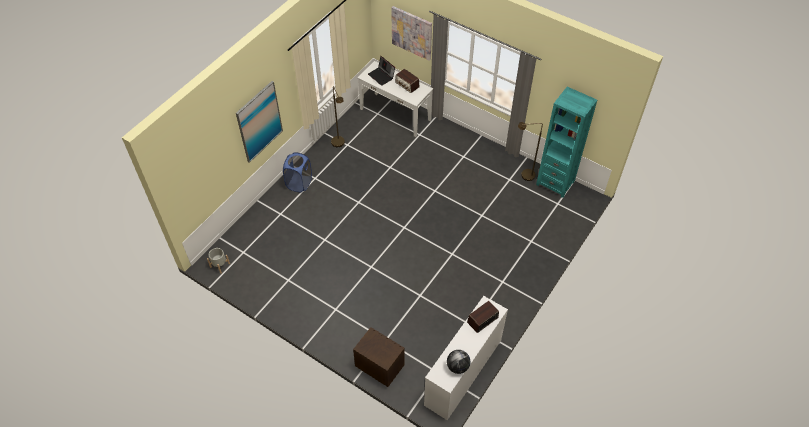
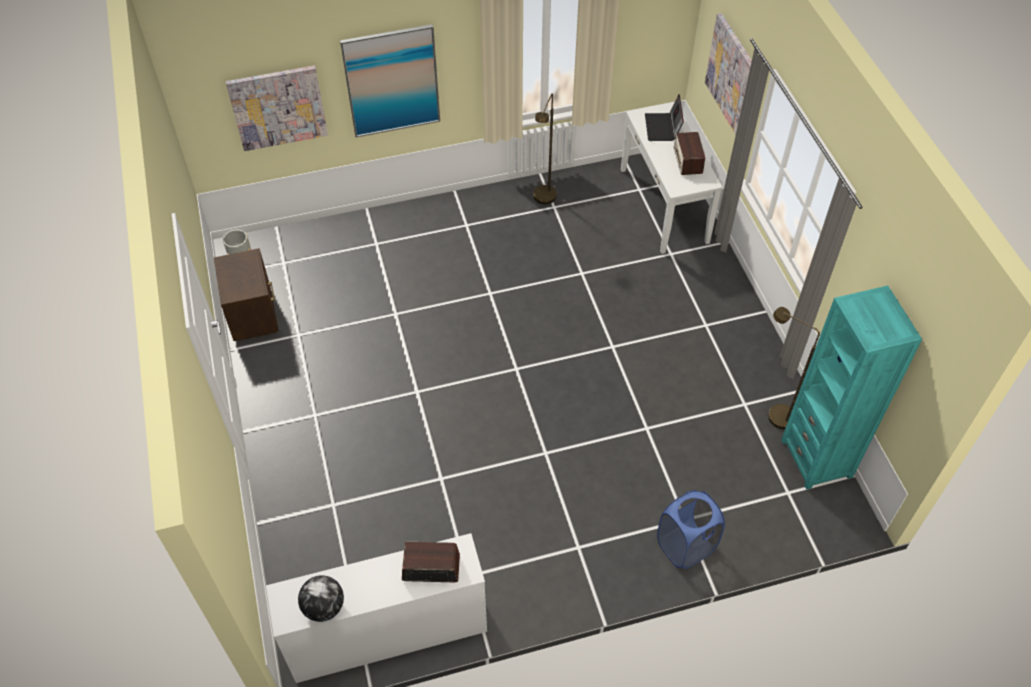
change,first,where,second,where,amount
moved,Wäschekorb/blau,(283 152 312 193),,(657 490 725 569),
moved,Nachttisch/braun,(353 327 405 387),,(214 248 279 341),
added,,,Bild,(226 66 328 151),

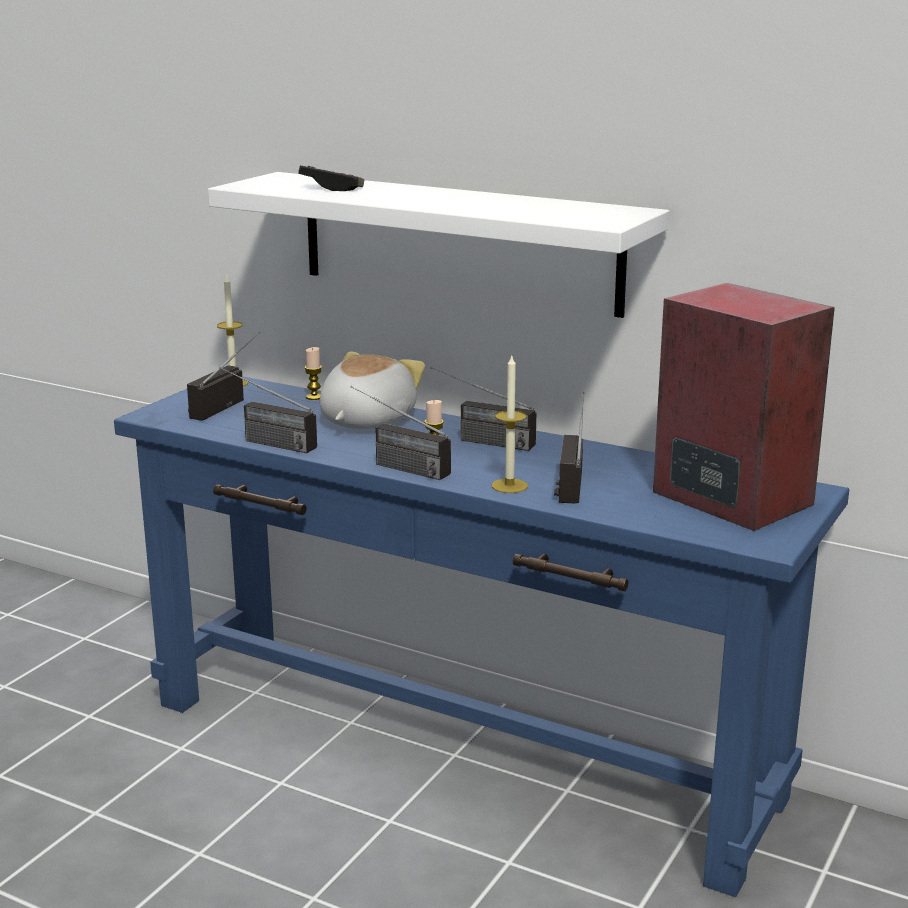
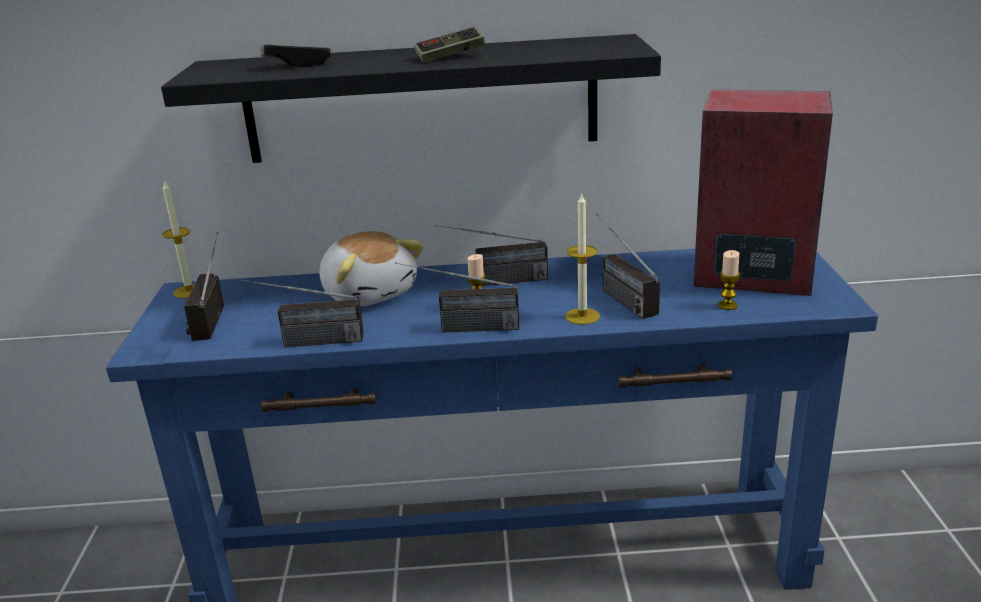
change,first,where,second,where,amount
recoloured,Wandregal/weiß,(208 172 670 318),Wandregal/schwarz,(161 34 661 163),
moved,Kerze,(304 347 322 400),,(718 250 740 310),
turned,Plüschtier,(320 351 425 429),,(320 231 424 306),150 degrees clockwise
added,,,Gamepad,(414 27 485 63),

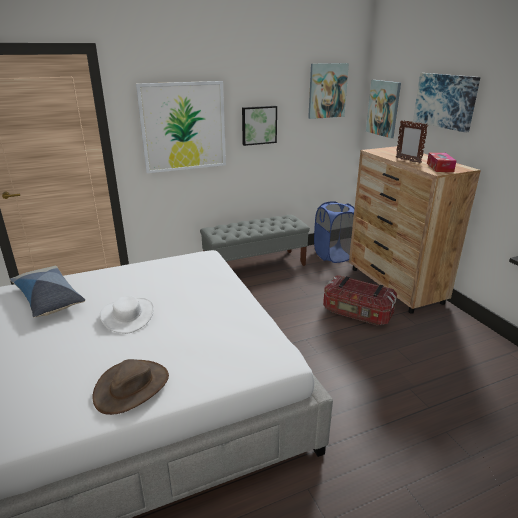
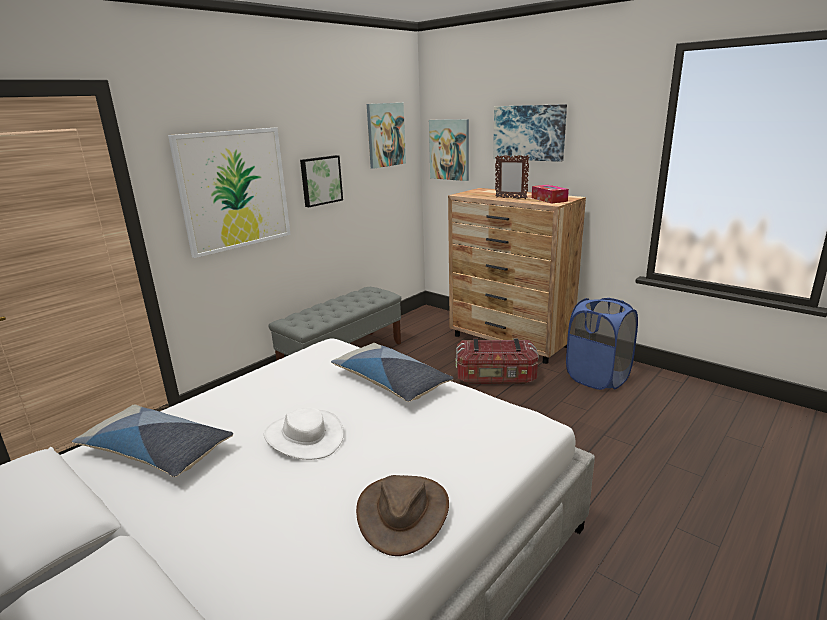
change,first,where,second,where,amount
moved,Wäschekorb/blau,(314 201 355 263),,(566 298 638 390),
added,,,Kissen,(331 343 453 402),

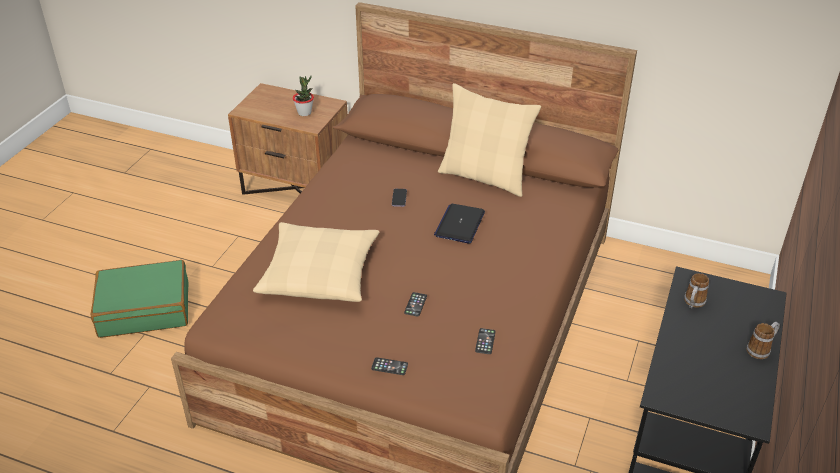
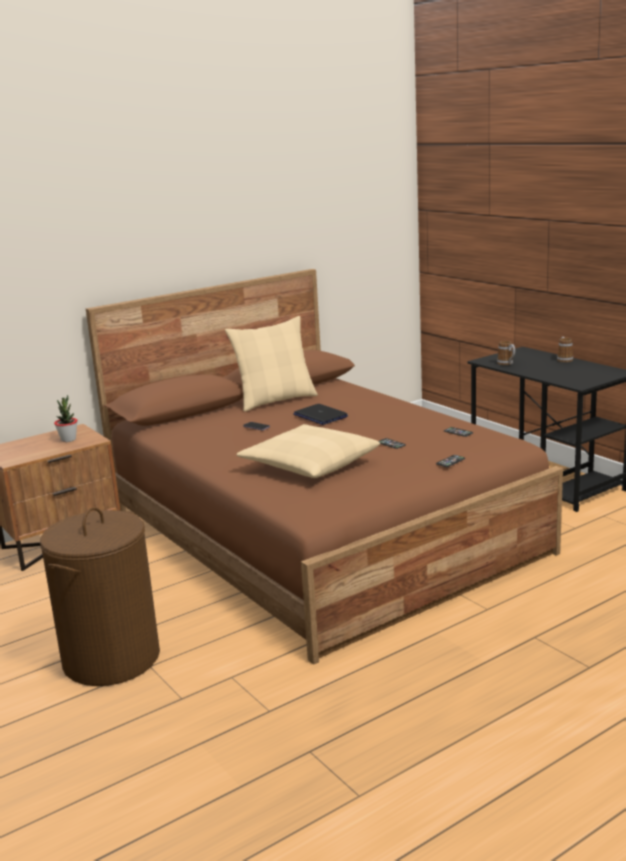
change,first,where,second,where,amount
replaced,Koffer/grün,(91 260 188 338),Wäschekorb/braun,(40 507 160 686),

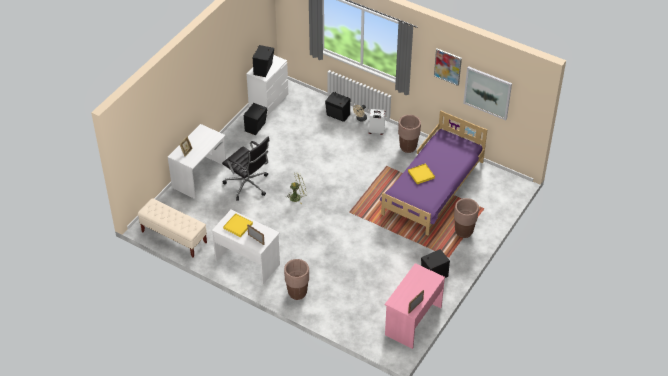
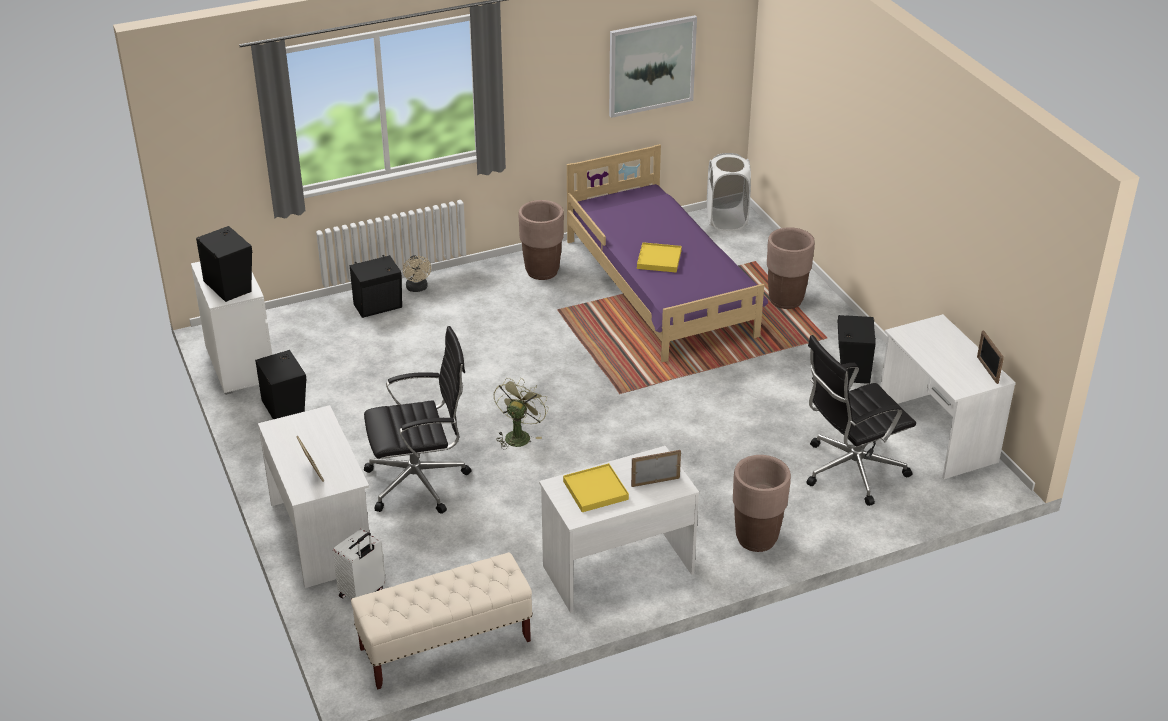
change,first,where,second,where,amount
moved,Koffer/weiß,(369 109 385 135),,(333 529 386 599),
recoloured,Schreibtisch/rosa,(385 263 445 349),Schreibtisch/weiß,(880 314 1016 479),
removed,Bild,(434 49 462 86),,,
added,,,Wäschekorb/weiß,(707 153 751 231),
added,,,Bürostuhl/schwarz,(806 335 916 506),

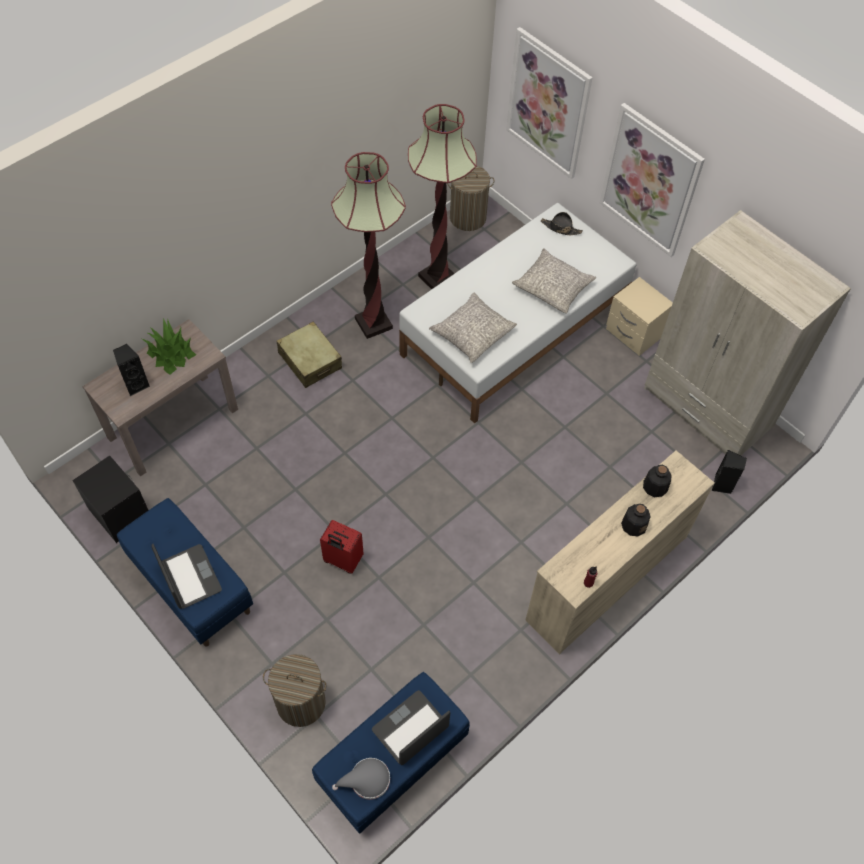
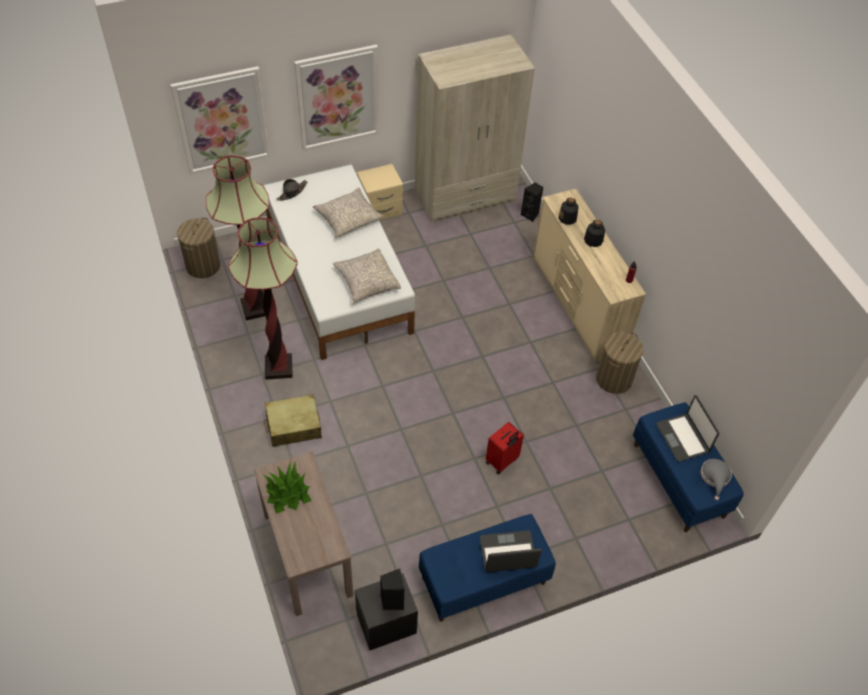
change,first,where,second,where,amount
moved,Lautsprecher/schwarz,(113 344 150 396),,(380 569 404 610),
moved,Wäschekorb,(263 654 326 727),,(596 332 643 394),

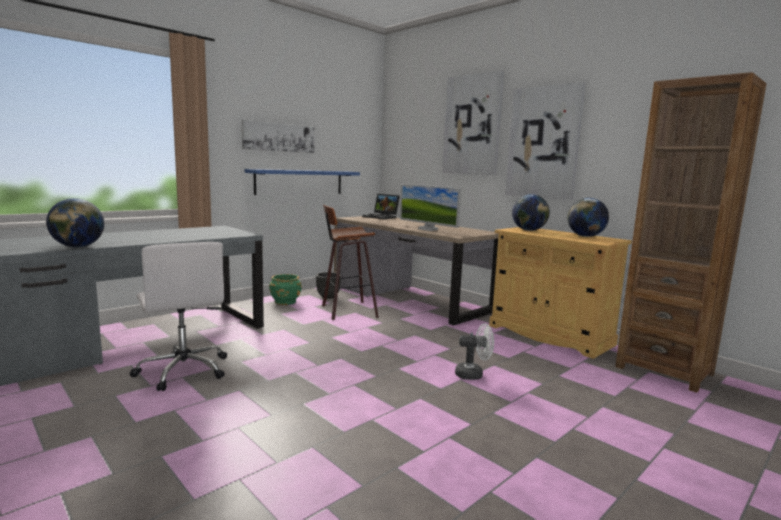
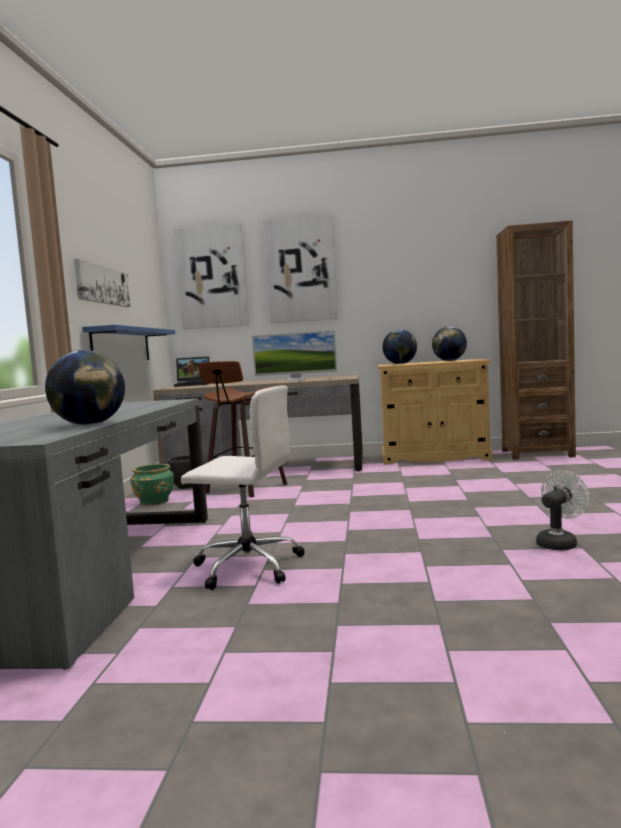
change,first,where,second,where,amount
moved,Ventilator/weiß,(455 323 494 380),,(536 471 590 551),
moved,Bild,(505 82 585 200),,(174 223 249 329),

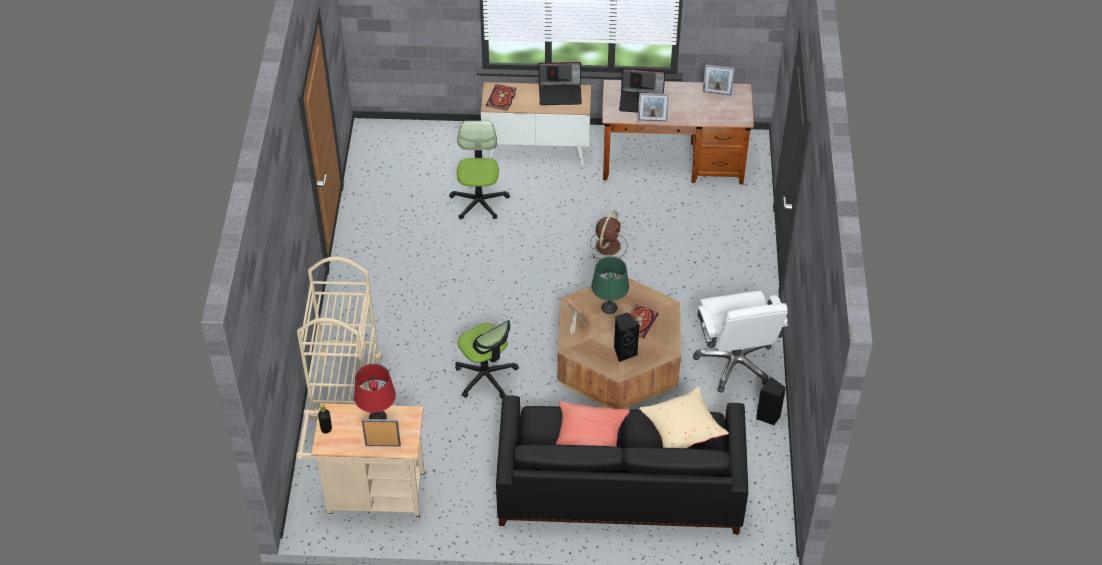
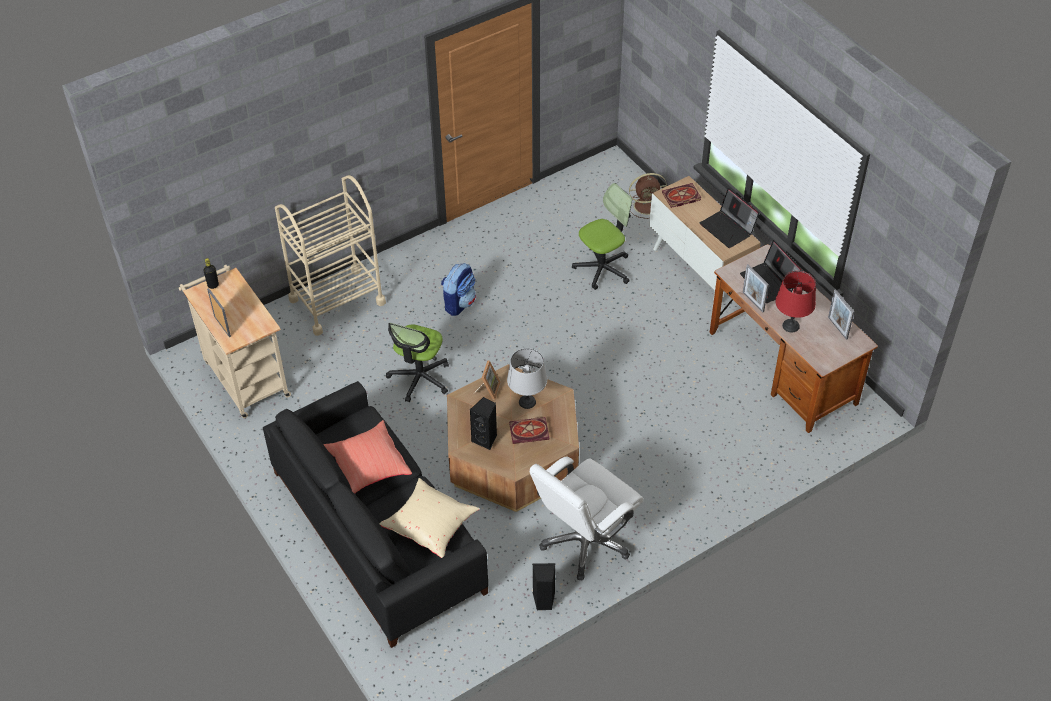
change,first,where,second,where,amount
moved,Tischlampe/rot,(354 364 396 419),,(775 271 816 333),
moved,Ventilator/braun,(590 211 628 259),,(629 173 667 219),
recoloured,Tischlampe/grün,(591 256 629 314),Tischlampe/grau,(507 348 547 409),
added,,,Rucksack,(441 263 476 316),

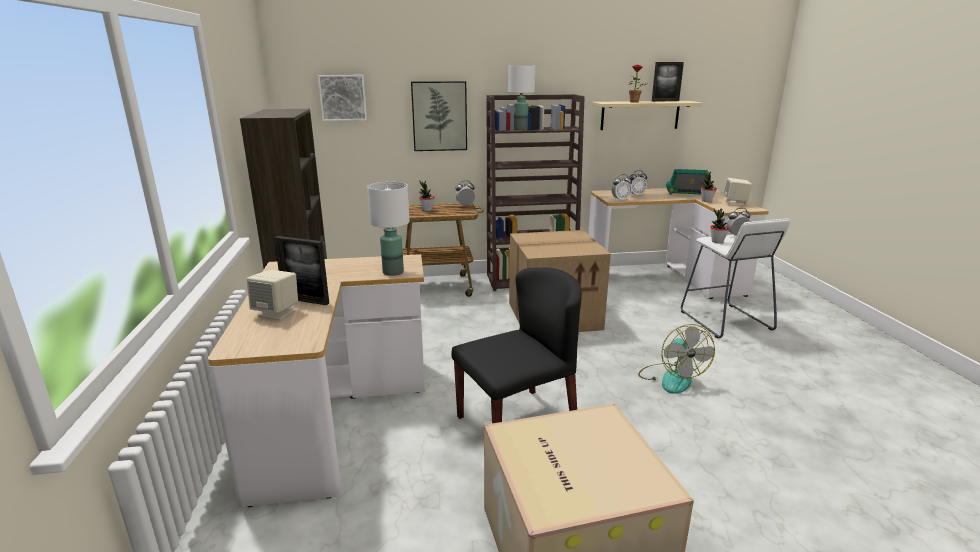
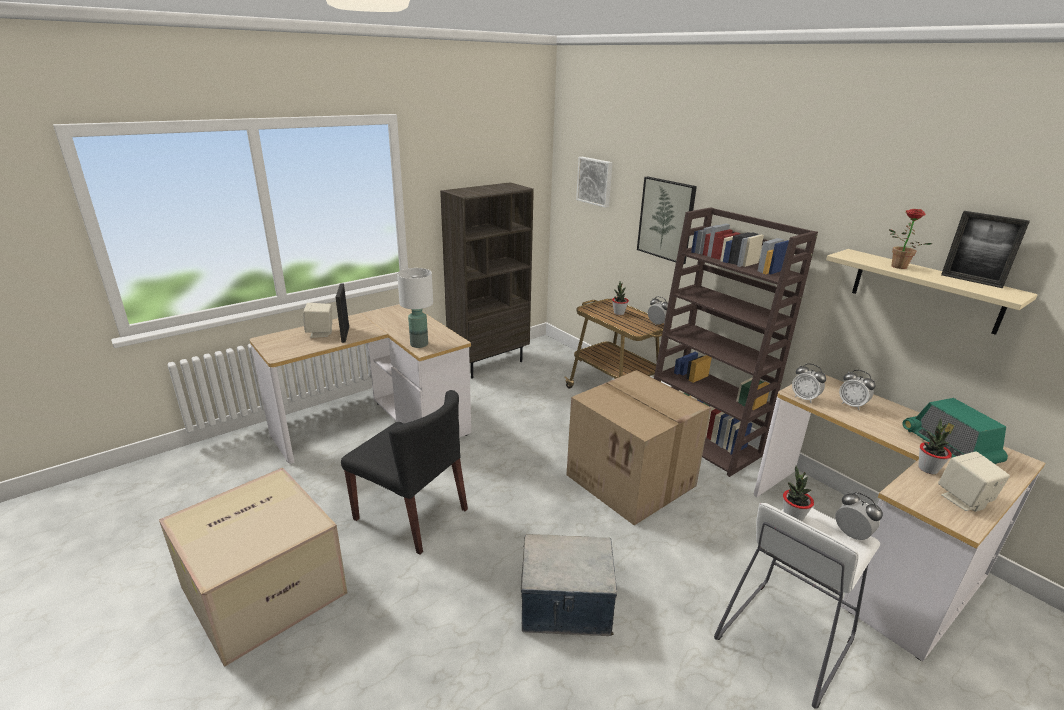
change,first,where,second,where,amount
removed,Tischlampe/weiß,(508 65 535 130),,,
replaced,Ventilator,(638 324 715 394),Aufbewahrungsbox,(521 534 617 636),

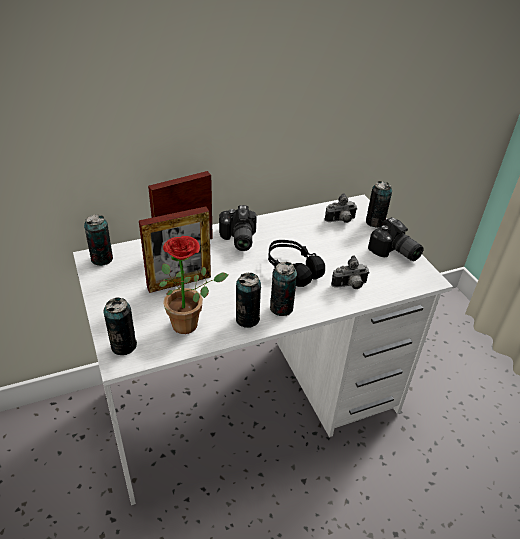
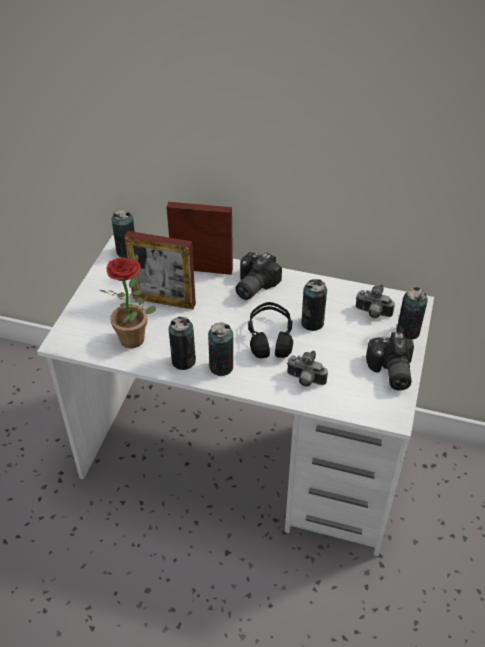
change,first,where,second,where,amount
moved,Dose,(103 297 137 355),,(301 279 327 331),

